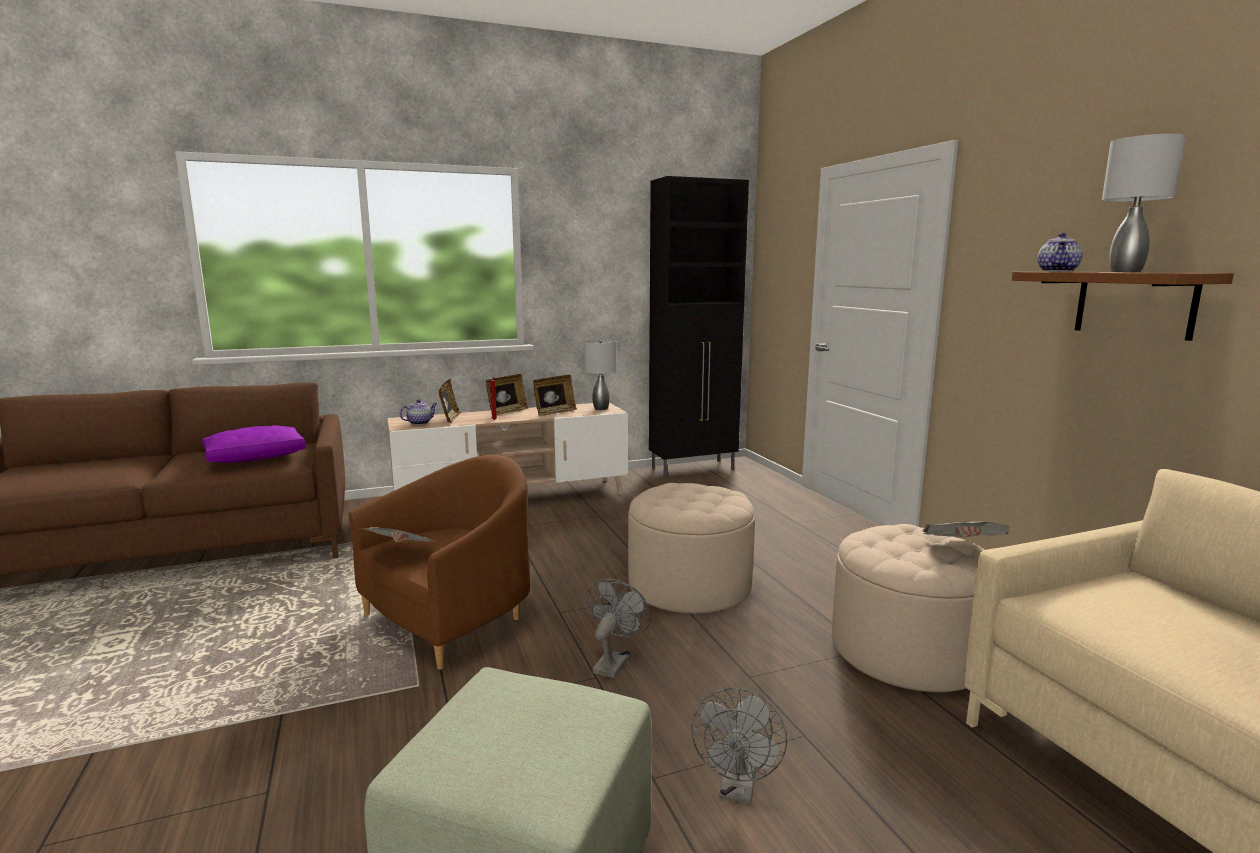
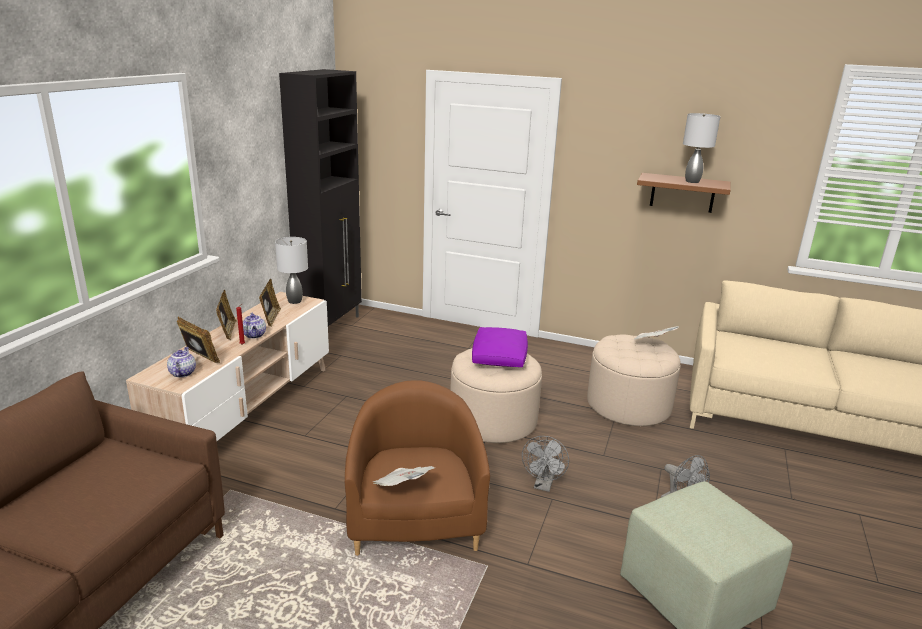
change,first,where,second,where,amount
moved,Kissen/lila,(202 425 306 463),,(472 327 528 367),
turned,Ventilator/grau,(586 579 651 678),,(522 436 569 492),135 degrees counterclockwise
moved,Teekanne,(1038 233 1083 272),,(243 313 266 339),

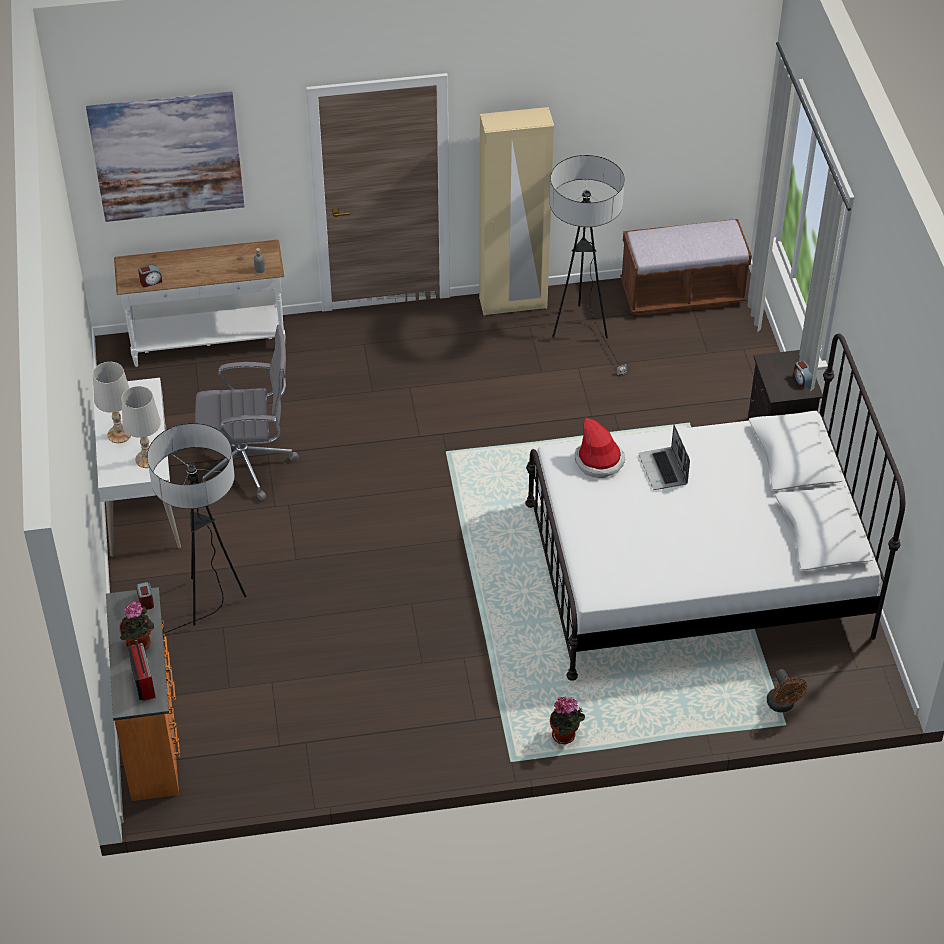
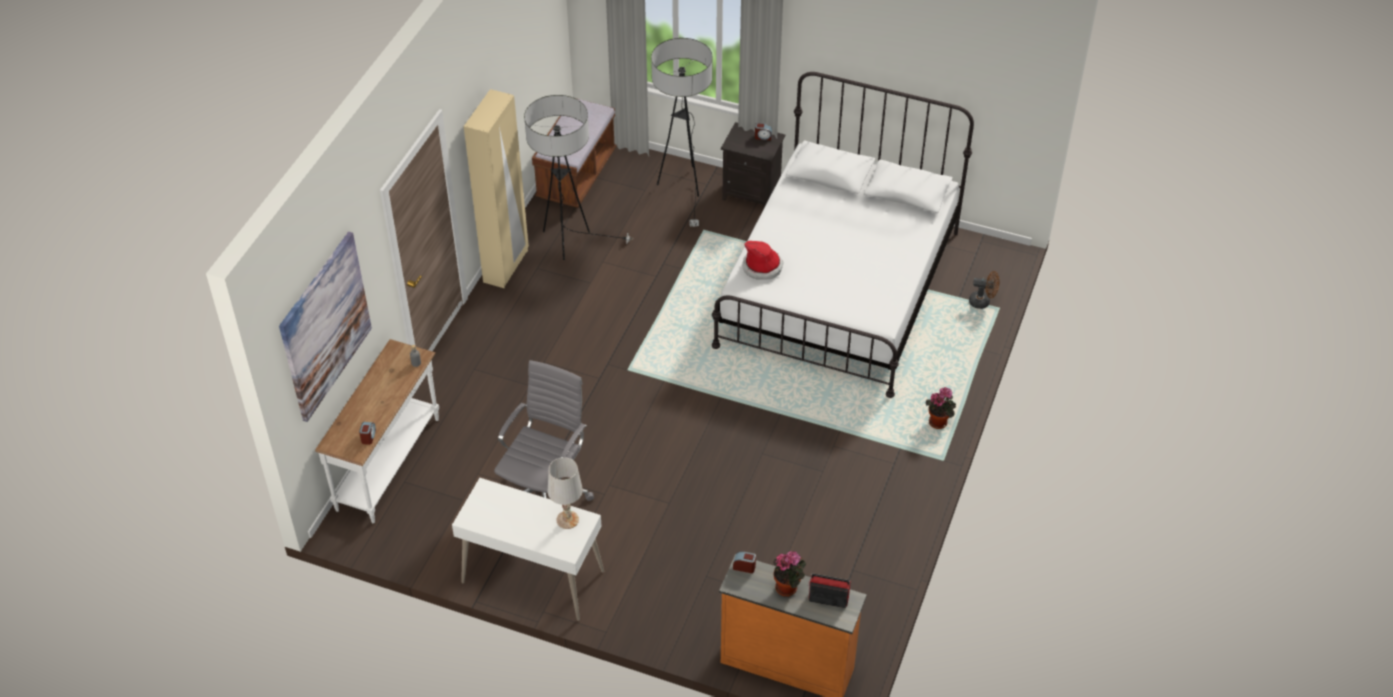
change,first,where,second,where,amount
removed,Tischlampe/weiß,(93 362 131 443),,,
moved,Stehlampe,(147 423 246 633),,(651 38 712 227),
removed,Laptop,(639 425 690 490),,,

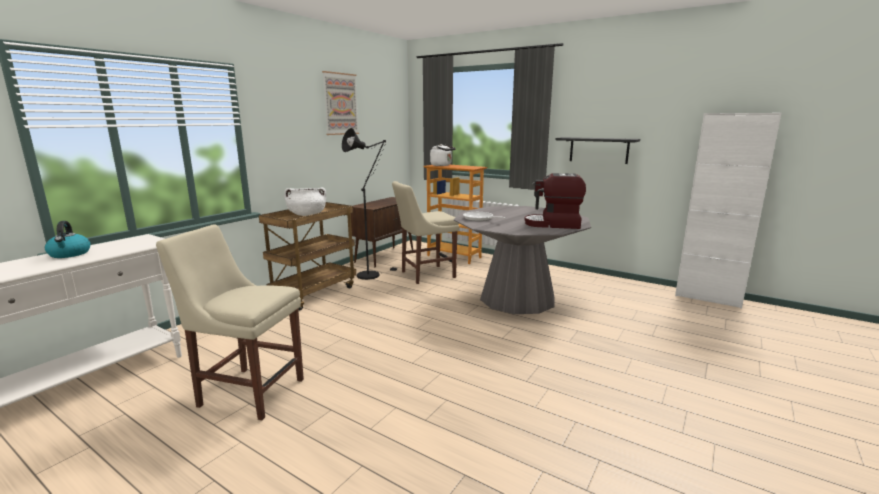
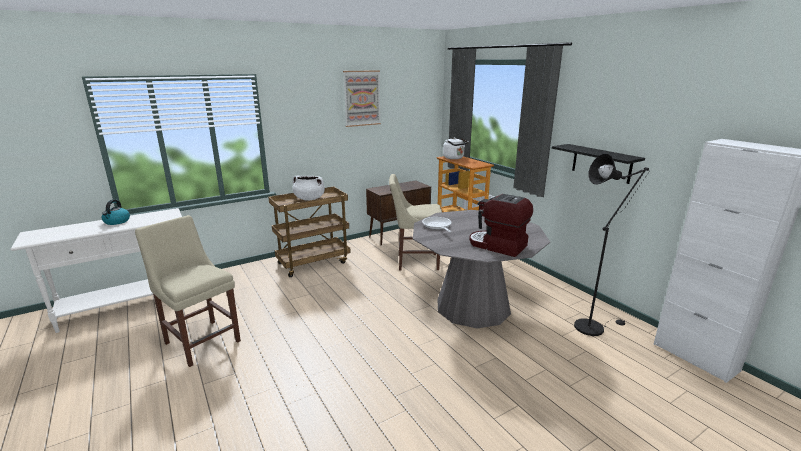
change,first,where,second,where,amount
moved,Stehlampe/schwarz,(342 128 397 280),,(574 154 649 336),

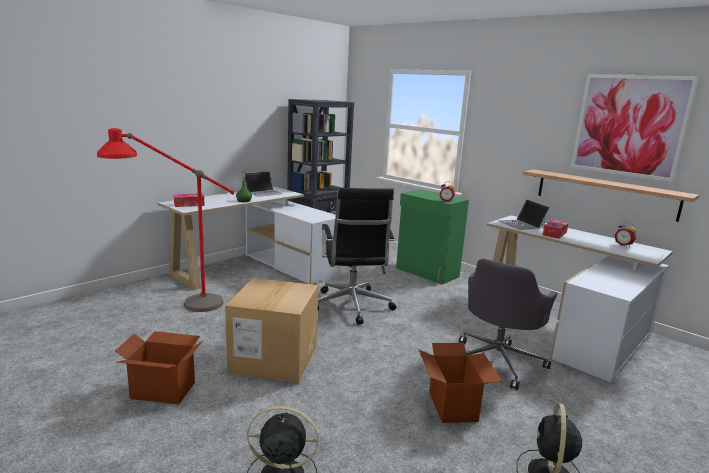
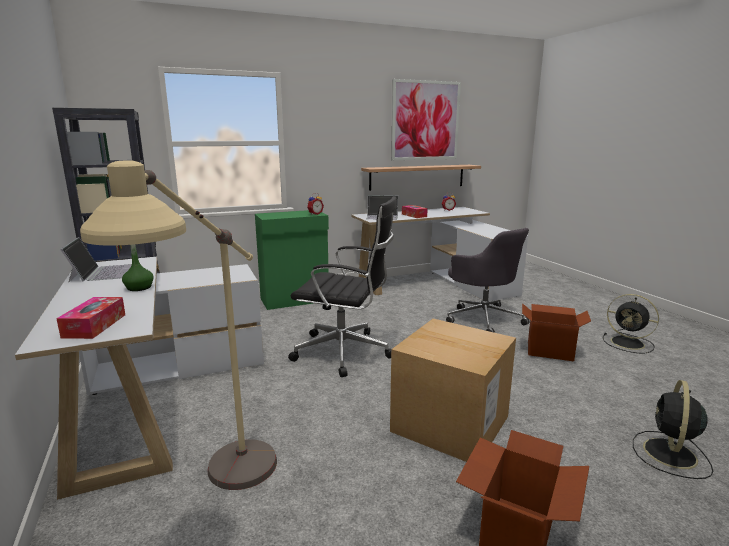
change,first,where,second,where,amount
recoloured,Stehlampe/rot,(97 128 235 312),Stehlampe/beige,(80 160 277 490),

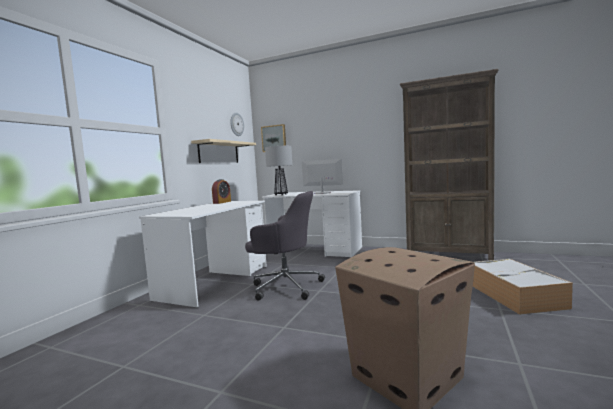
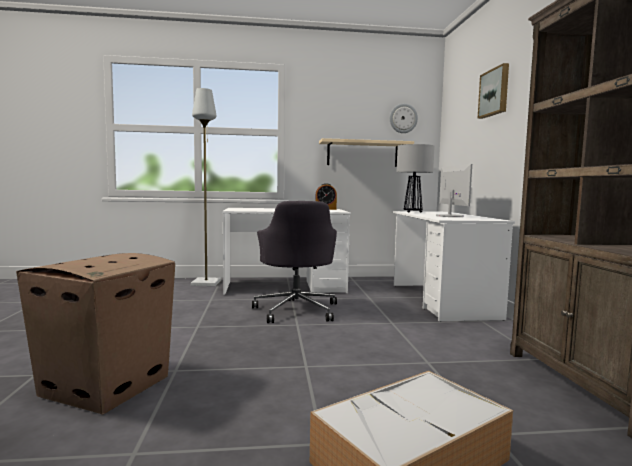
change,first,where,second,where,amount
moved,Bild,(261 124 286 152),,(477 63 509 119),
added,,,Stehlampe/grau,(191 88 221 286),

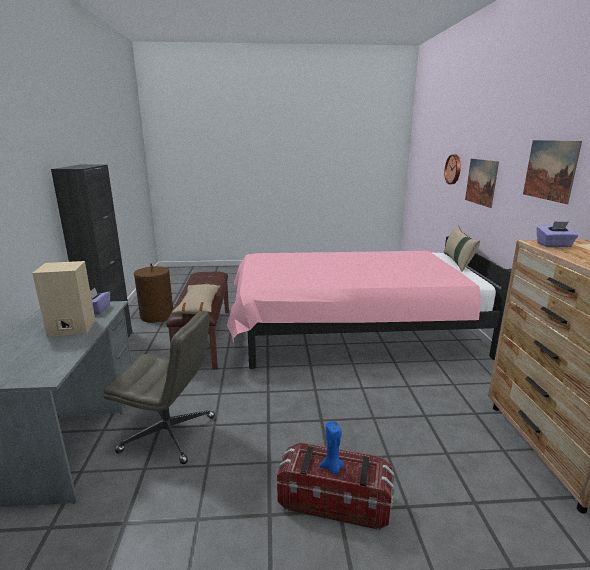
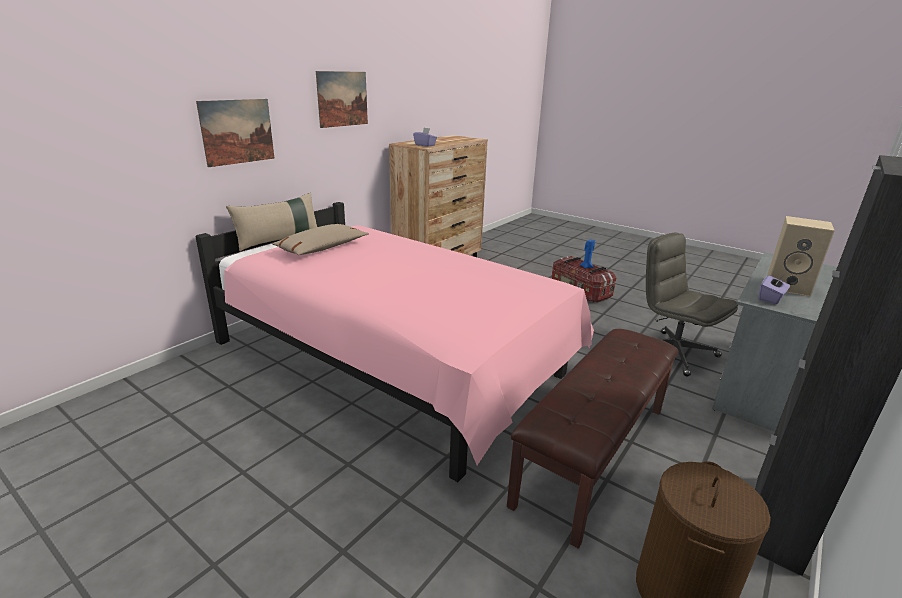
change,first,where,second,where,amount
moved,Kissen/beige,(172 284 221 314),,(272 224 369 255),
removed,Wanduhr,(444 154 461 184),,,

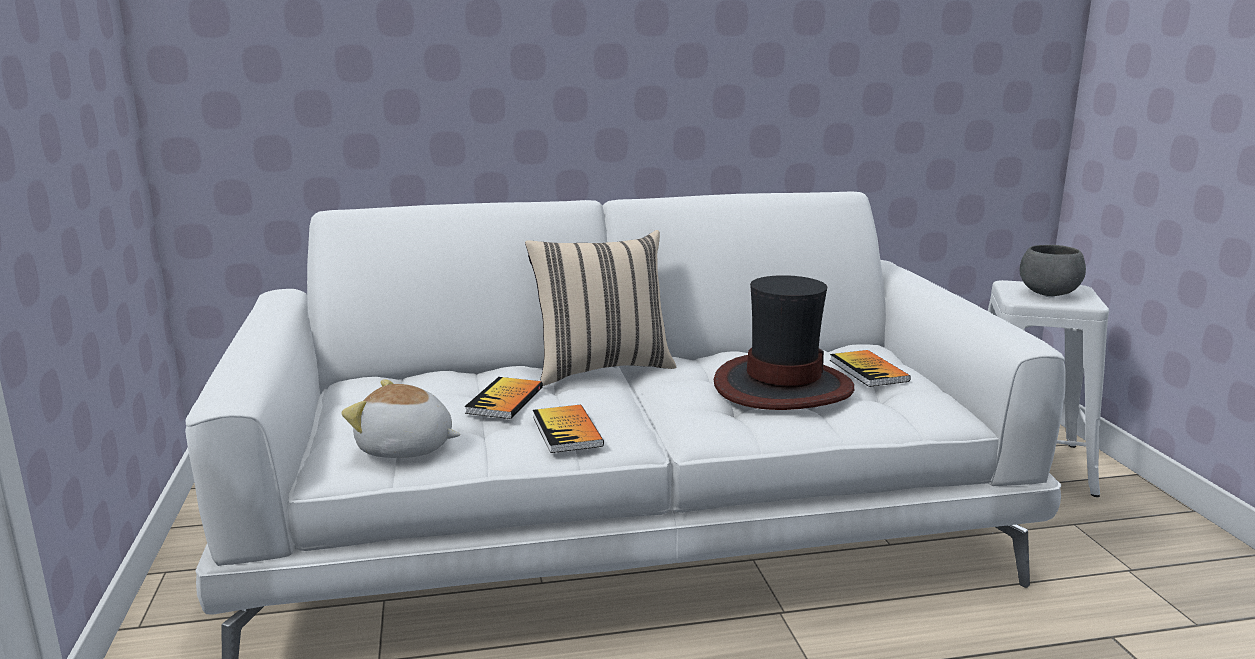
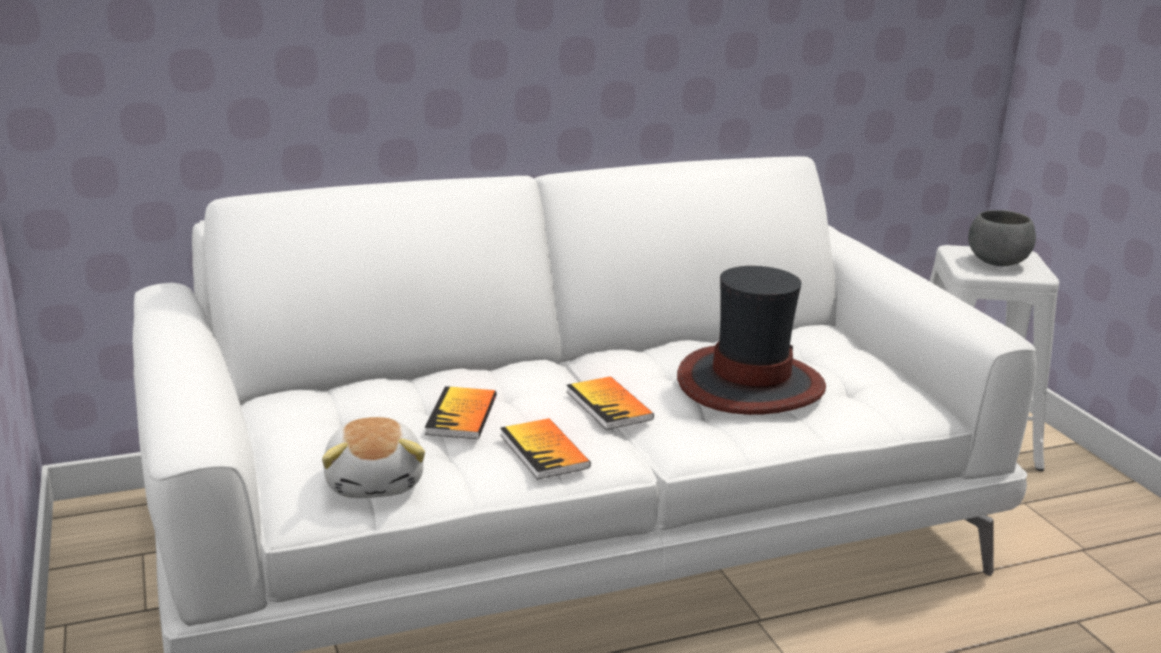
change,first,where,second,where,amount
turned,Plüschtier,(342 379 460 458),,(322 417 425 498),105 degrees counterclockwise
removed,Kissen/beige,(525 230 677 386),,,
moved,Buch,(830 350 911 387),,(566 376 654 430),

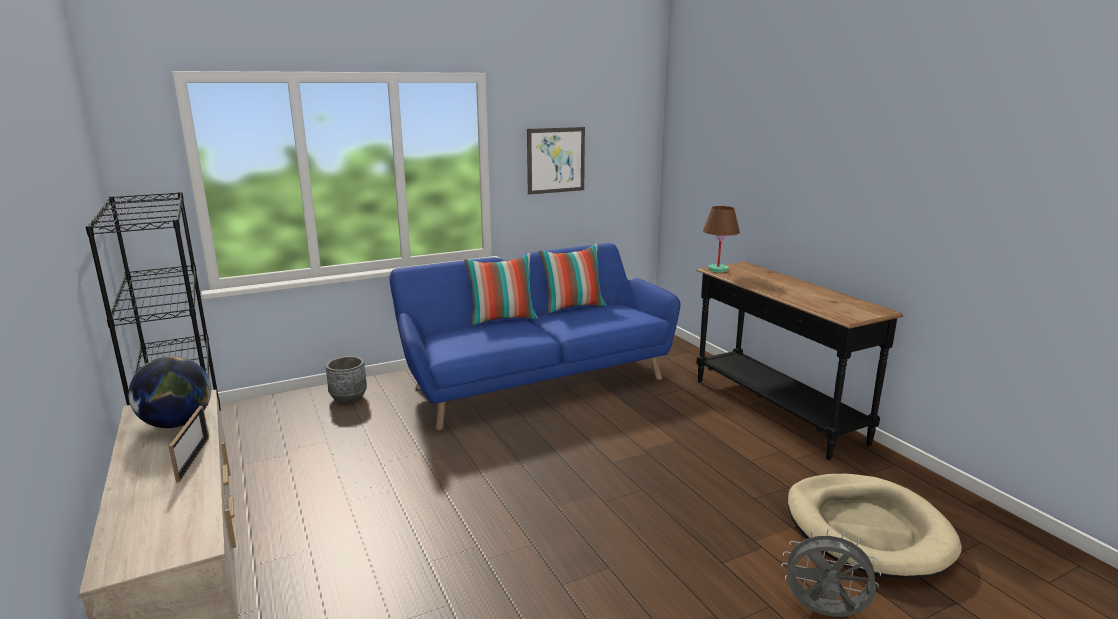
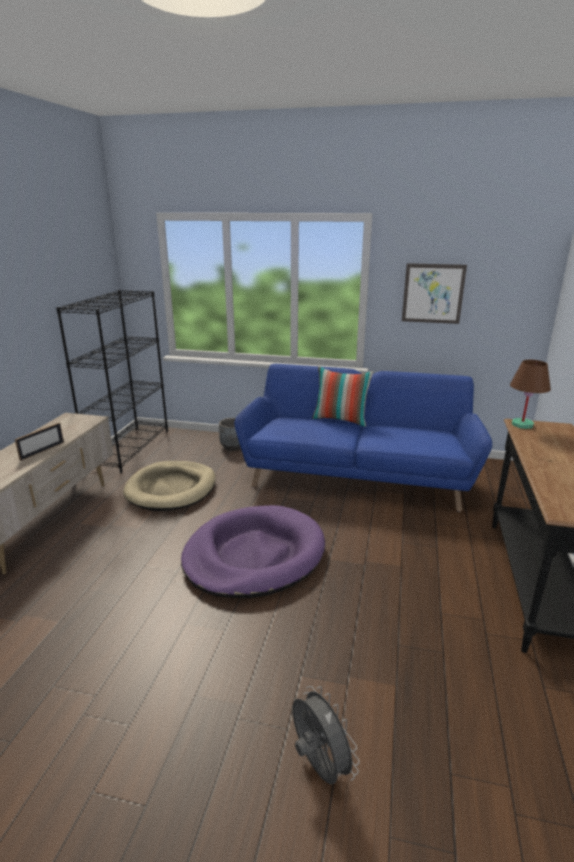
change,first,where,second,where,amount
removed,Globus,(128 356 211 428),,,
removed,Kissen,(539 244 606 313),,,
moved,Hundebett/beige,(788 474 962 578),,(123 461 216 511),
added,,,Hundebett/lila,(181 505 325 598),

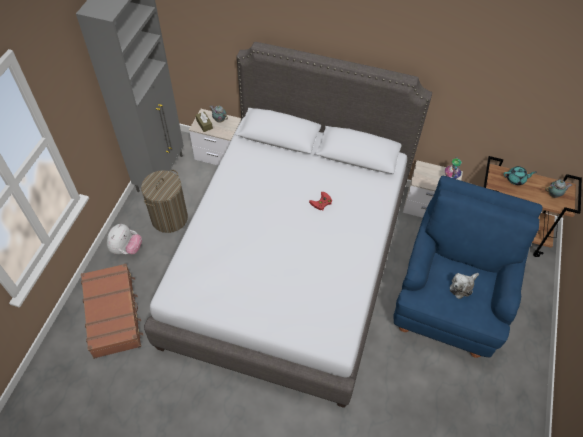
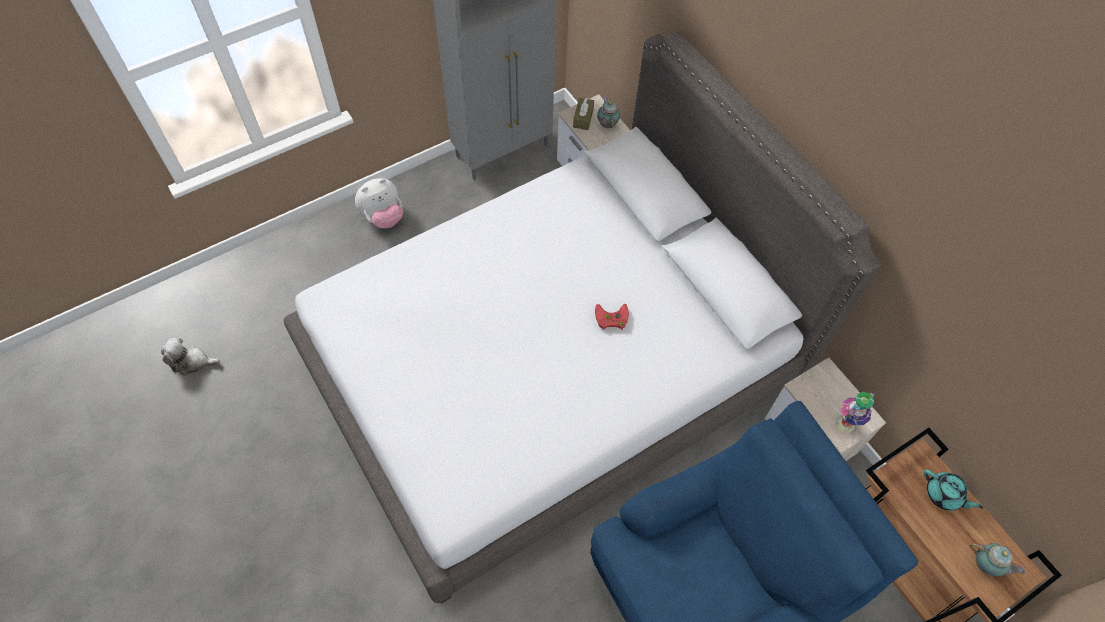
change,first,where,second,where,amount
removed,Koffer/braun,(81 264 143 359),,,
removed,Wäschekorb,(141 170 188 233),,,
moved,Plüschtier,(450 273 479 299),,(161 338 220 376),

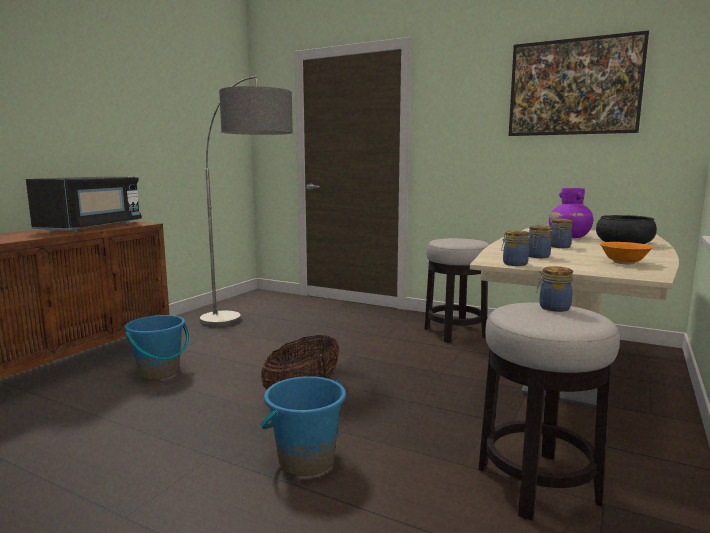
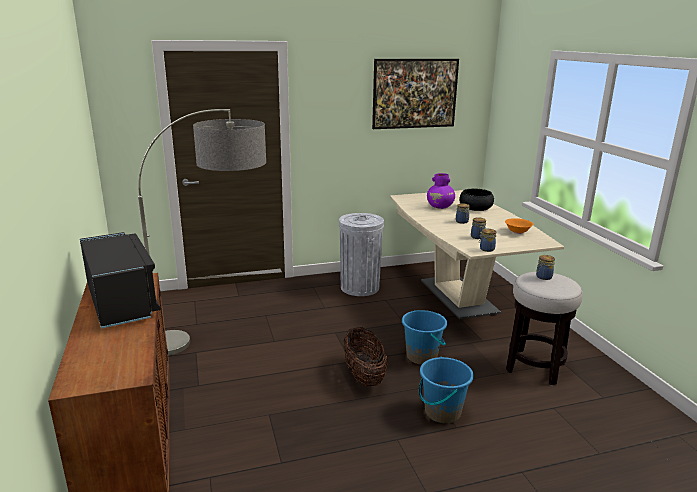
change,first,where,second,where,amount
moved,Eimer/blau,(125 315 189 380),,(402 310 447 365),
replaced,Hocker,(425 238 489 343),Mülleimer/grau,(339 213 384 296),

